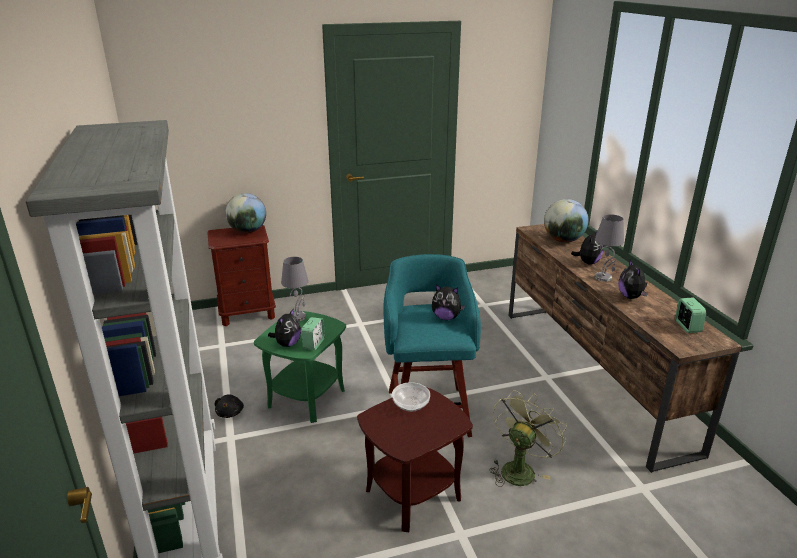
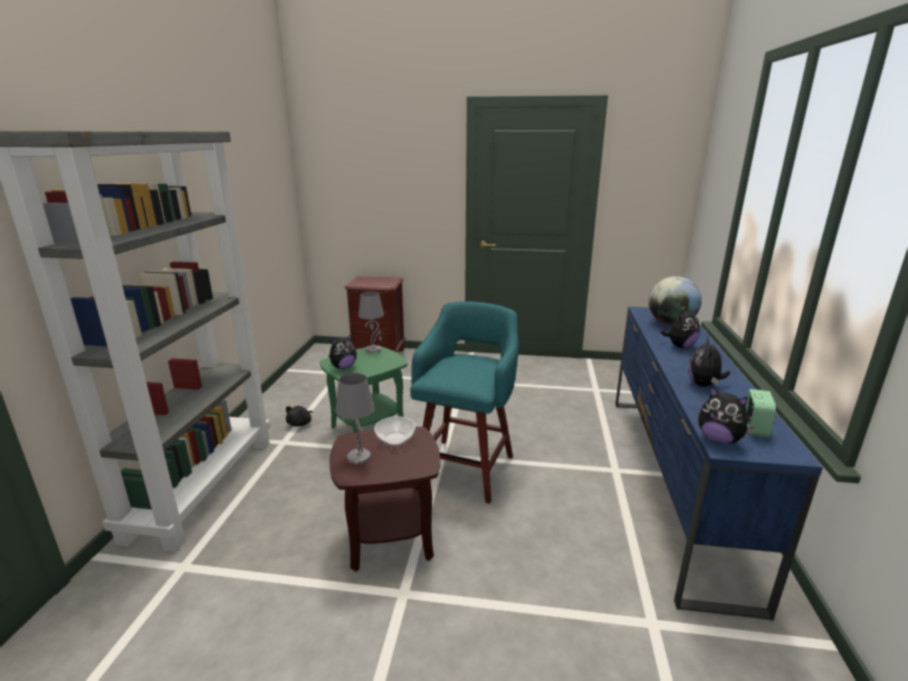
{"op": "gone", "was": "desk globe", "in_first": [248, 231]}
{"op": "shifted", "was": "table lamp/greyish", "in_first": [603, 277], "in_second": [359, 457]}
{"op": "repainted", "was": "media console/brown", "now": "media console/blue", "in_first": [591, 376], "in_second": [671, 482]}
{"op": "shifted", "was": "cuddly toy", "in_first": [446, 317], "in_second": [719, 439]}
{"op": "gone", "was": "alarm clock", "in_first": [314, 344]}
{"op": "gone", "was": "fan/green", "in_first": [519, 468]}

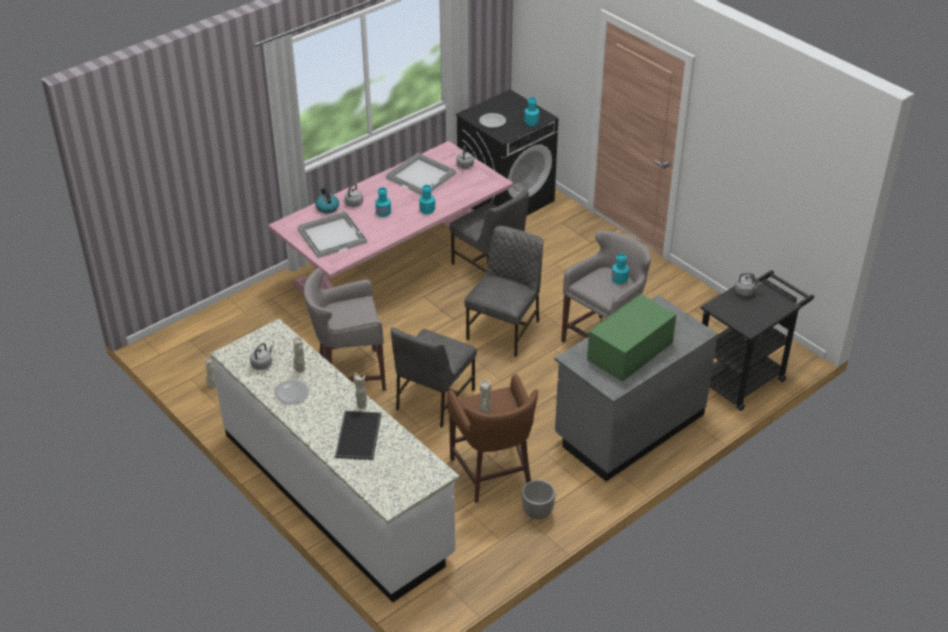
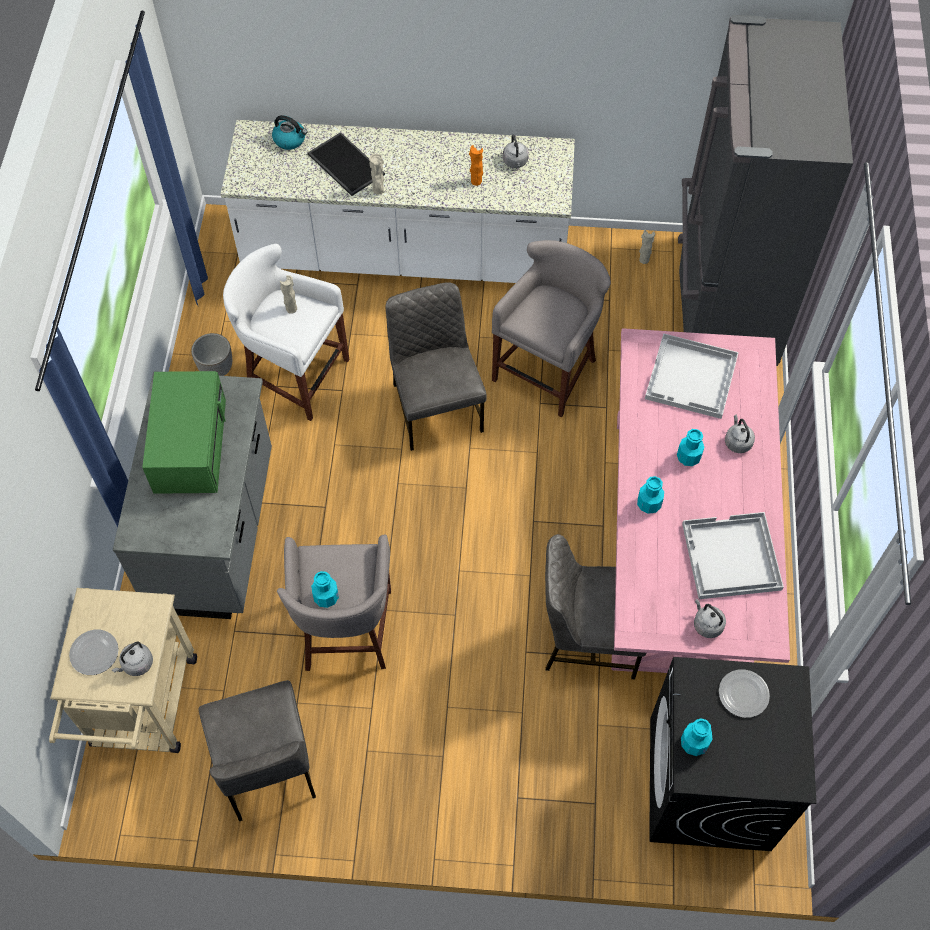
{"op": "shifted", "was": "kettle", "in_first": [327, 207], "in_second": [290, 140]}
{"op": "shifted", "was": "chair/greyish", "in_first": [505, 330], "in_second": [266, 767]}
{"op": "repainted", "was": "trolley/black", "now": "trolley/sand-coloured", "in_first": [744, 376], "in_second": [142, 712]}
{"op": "repainted", "was": "vase/sand-coloured", "now": "vase/orange", "in_first": [299, 370], "in_second": [476, 181]}
{"op": "repainted", "was": "sitting stool/brown", "now": "sitting stool/white-coloured", "in_first": [493, 474], "in_second": [294, 374]}
{"op": "shifted", "was": "dinner plate", "in_first": [291, 393], "in_second": [94, 652]}
{"op": "new", "now": "kitchen fridge/greyish", "in_second": [722, 301]}

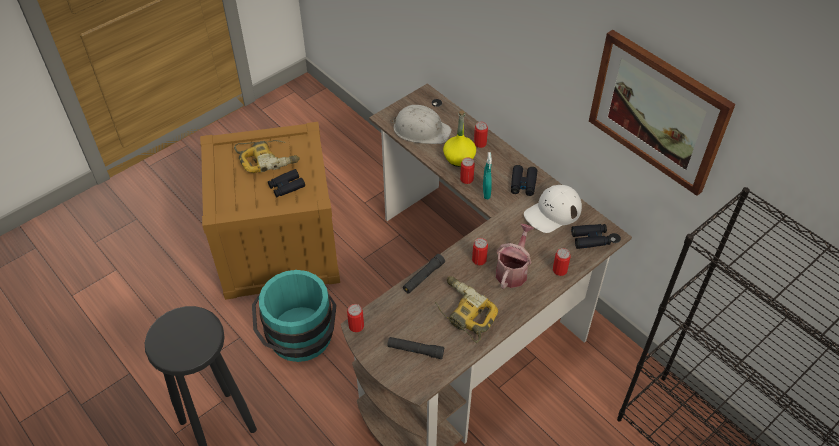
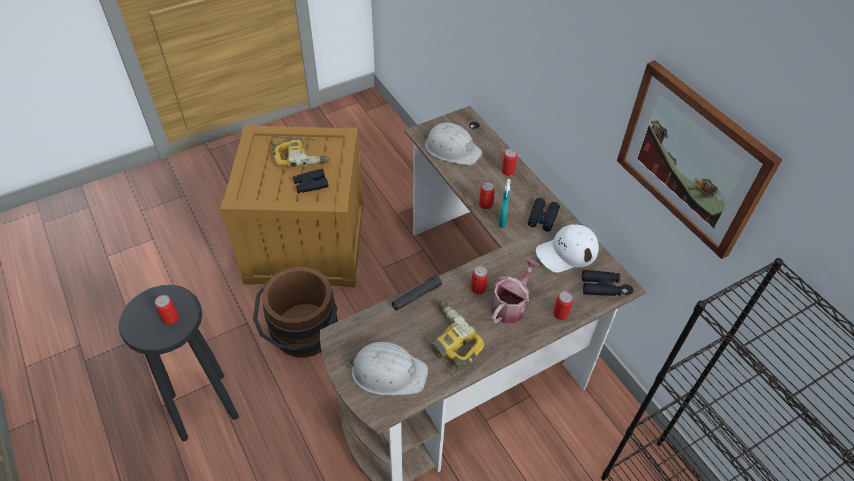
{"op": "gone", "was": "drink bottle/yellow", "in_first": [459, 158]}
{"op": "repainted", "was": "pail/blue-green", "now": "pail/brown", "in_first": [300, 341], "in_second": [303, 337]}
{"op": "shifted", "was": "sealed can", "in_first": [356, 326], "in_second": [170, 318]}
{"op": "swapped", "was": "torch/black", "now": "work helmet/white-coloured", "in_first": [415, 350], "in_second": [388, 372]}

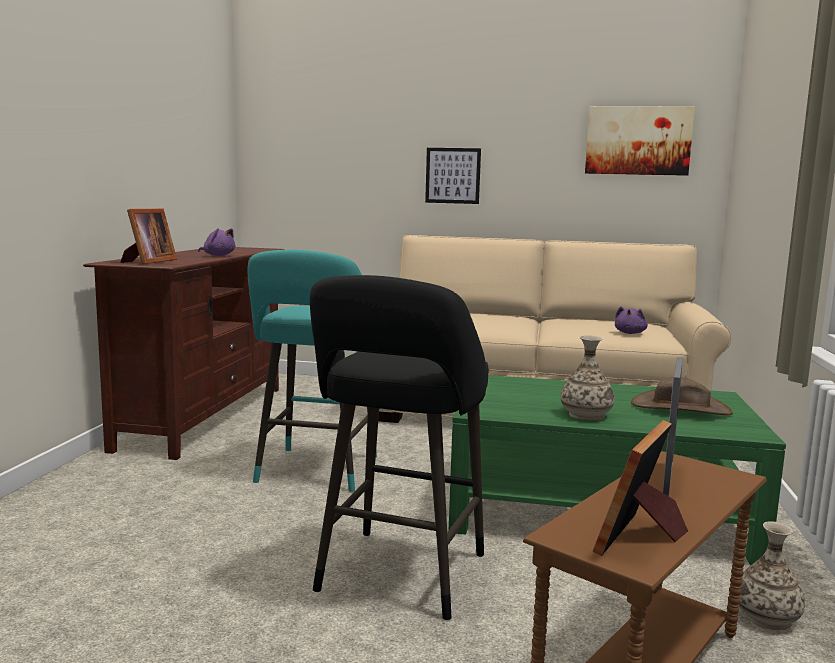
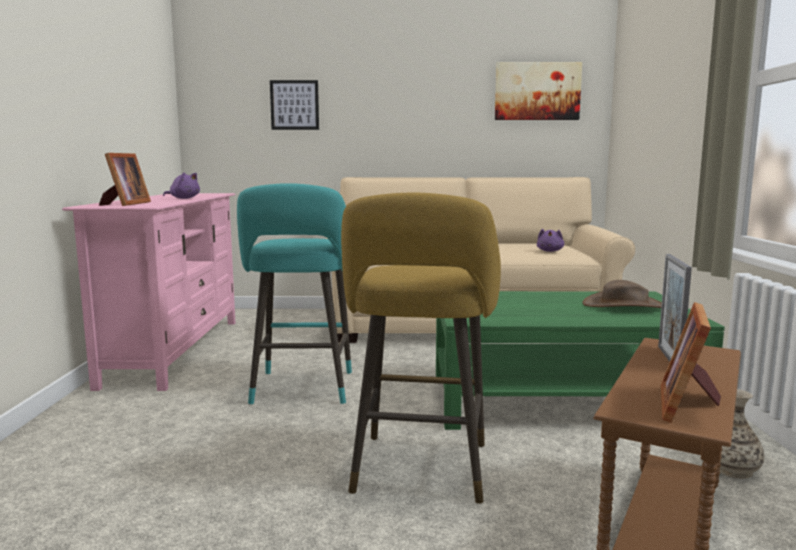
{"op": "shifted", "was": "picture", "in_first": [453, 175], "in_second": [294, 105]}
{"op": "repainted", "was": "media console/brown", "now": "media console/pinkish", "in_first": [203, 416], "in_second": [174, 351]}
{"op": "repainted", "was": "sitting stool/black", "now": "sitting stool/yellow", "in_first": [398, 577], "in_second": [420, 472]}
{"op": "gone", "was": "vase", "in_first": [586, 415]}

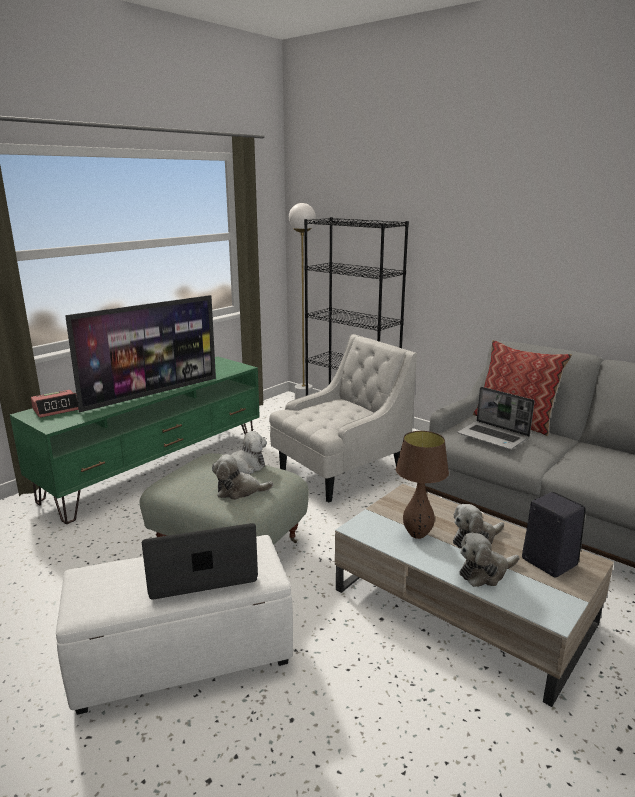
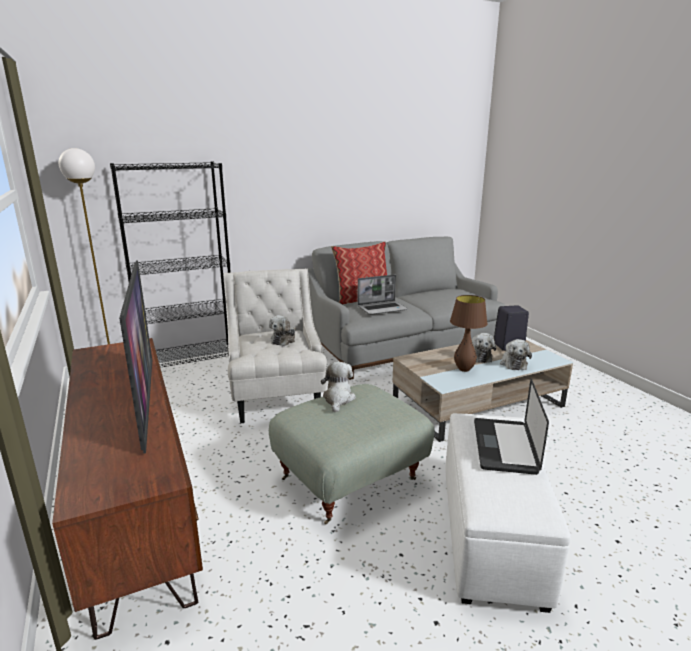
{"op": "repainted", "was": "media console/green", "now": "media console/brown", "in_first": [157, 468], "in_second": [136, 501]}
{"op": "gone", "was": "alarm clock", "in_first": [56, 409]}
{"op": "shifted", "was": "cuddly toy", "in_first": [239, 491], "in_second": [284, 339]}

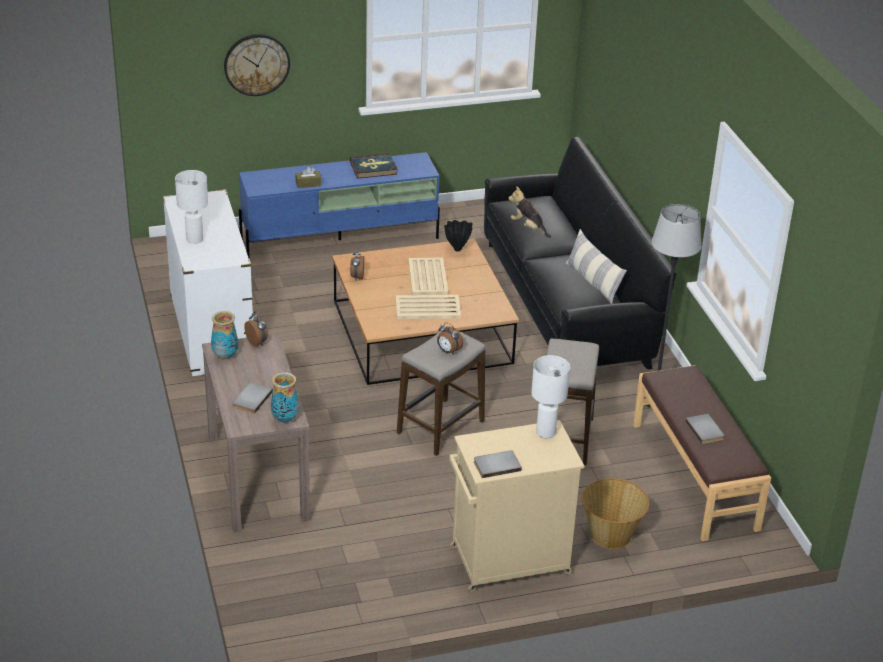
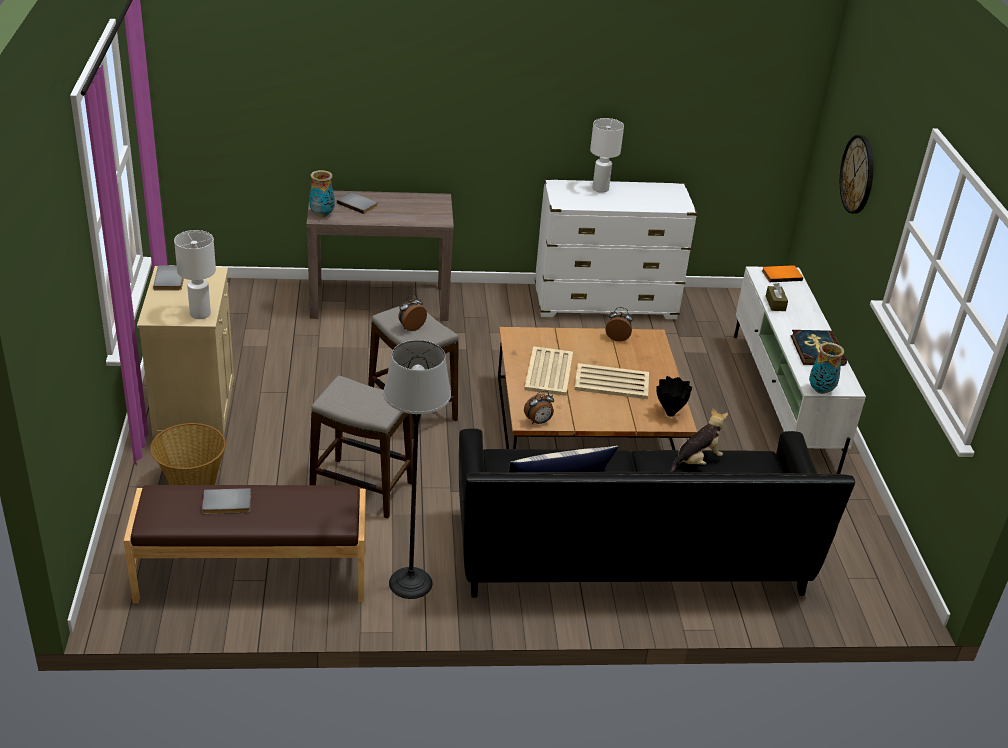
{"op": "repainted", "was": "media console/blue", "now": "media console/white-coloured", "in_first": [341, 239], "in_second": [782, 401]}
{"op": "shifted", "was": "vase", "in_first": [225, 355], "in_second": [821, 390]}
{"op": "shifted", "was": "alarm clock", "in_first": [257, 342], "in_second": [538, 422]}
{"op": "new", "now": "volume/orange", "in_second": [781, 275]}

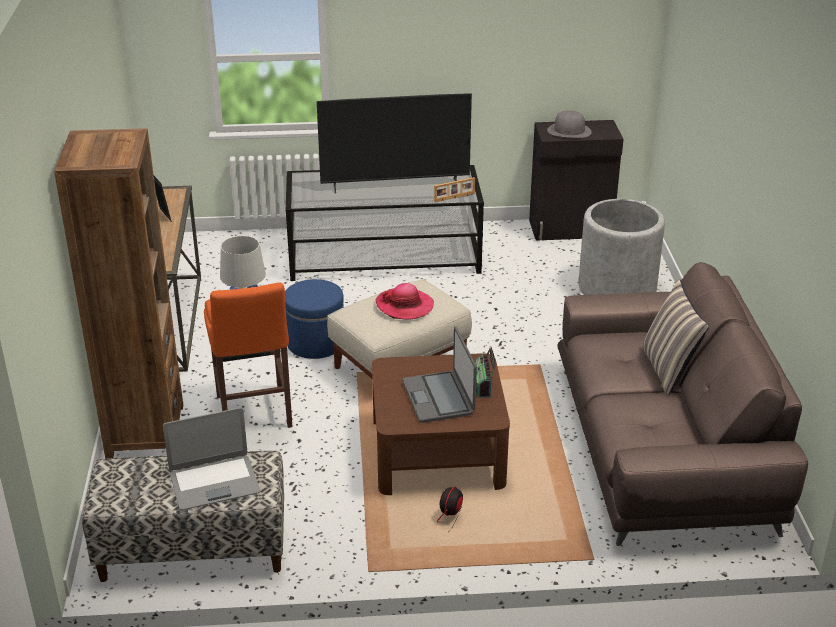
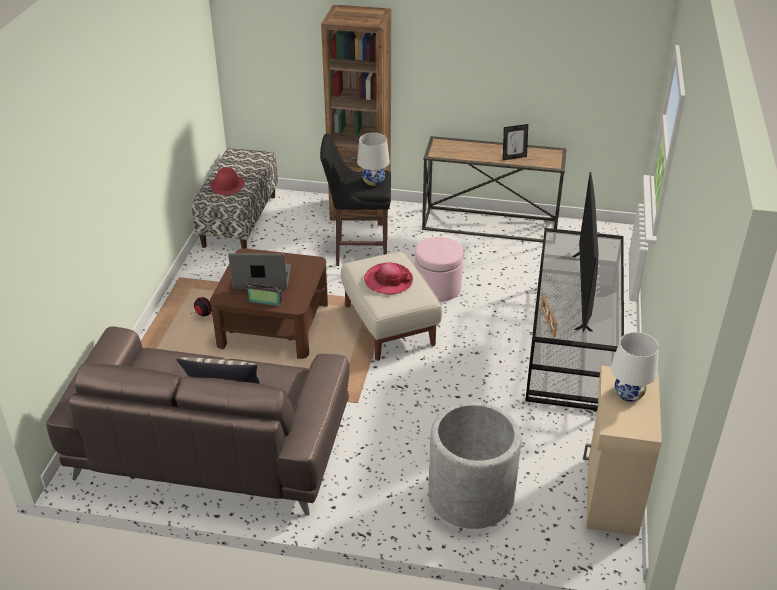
{"op": "swapped", "was": "clothing hat/greyish", "now": "table lamp/white-coloured", "in_first": [569, 131], "in_second": [629, 394]}
{"op": "repainted", "was": "storage cabinet/black", "now": "storage cabinet/sand-coloured", "in_first": [571, 229], "in_second": [610, 495]}
{"op": "repainted", "was": "ottoman/blue", "now": "ottoman/pinkish", "in_first": [315, 343], "in_second": [437, 288]}
{"op": "repainted", "was": "sitting stool/orange", "now": "sitting stool/black", "in_first": [254, 414], "in_second": [358, 252]}
{"op": "swapped", "was": "laptop", "now": "clothing hat/reddish", "in_first": [214, 483], "in_second": [227, 185]}

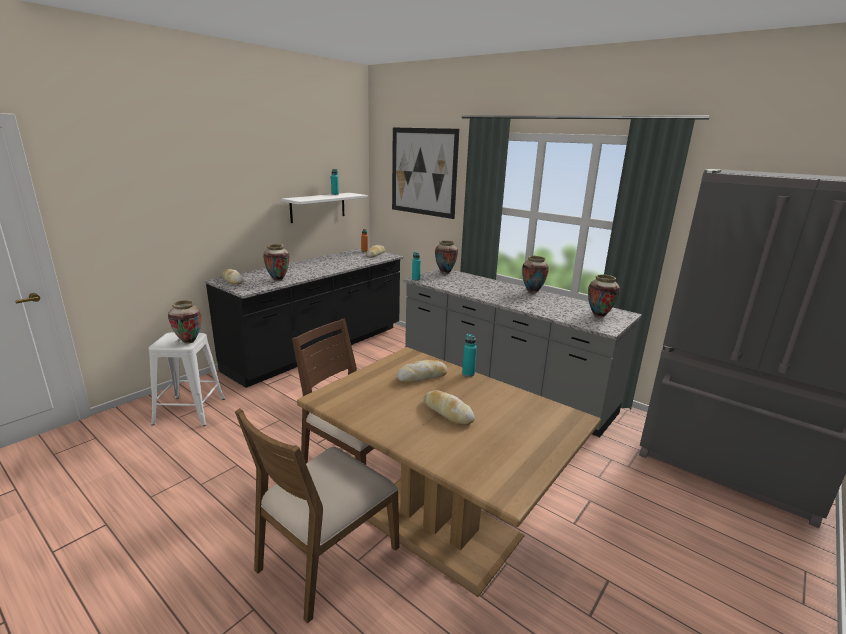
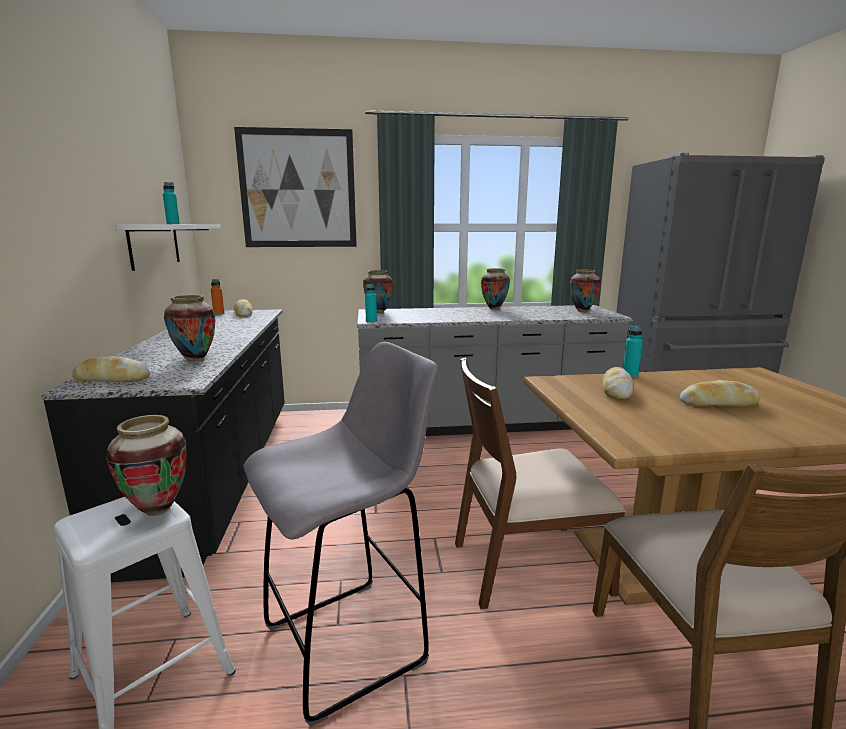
{"op": "new", "now": "sitting stool/greyish", "in_second": [350, 642]}

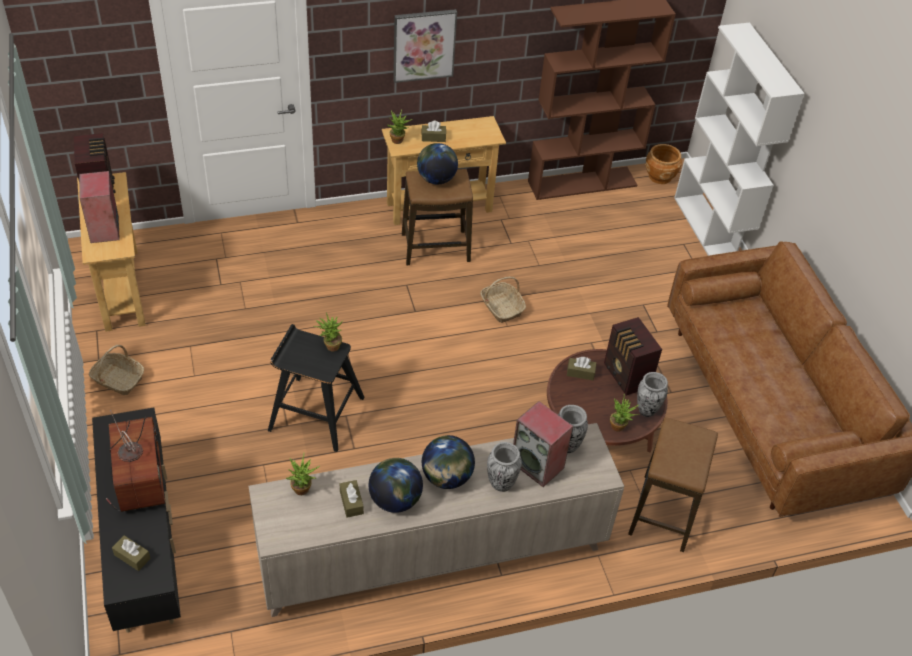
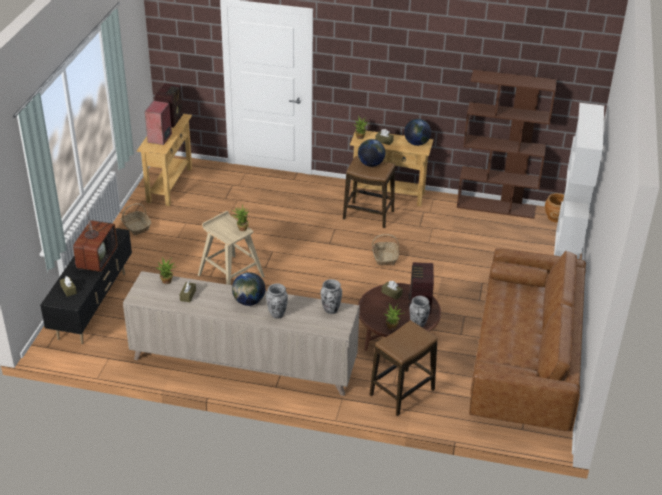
{"op": "gone", "was": "picture", "in_first": [424, 45]}
{"op": "repainted", "was": "sitting stool/black", "now": "sitting stool/sand-coloured", "in_first": [315, 413], "in_second": [230, 275]}
{"op": "gone", "was": "loudspeaker", "in_first": [538, 465]}
{"op": "shifted", "was": "desk globe", "in_first": [395, 500], "in_second": [416, 143]}

